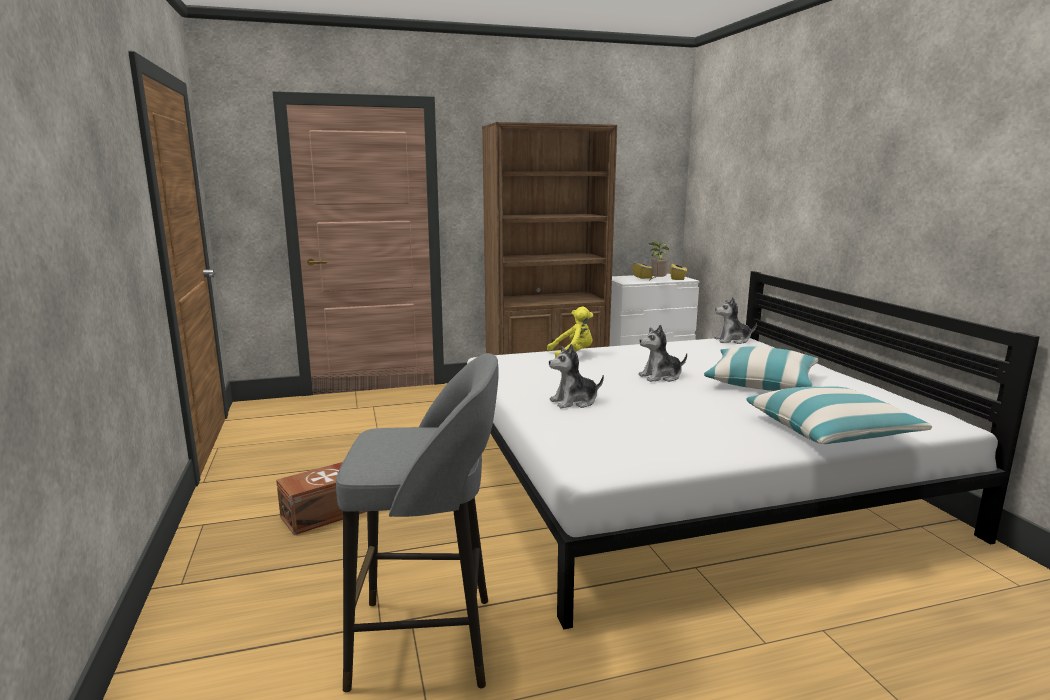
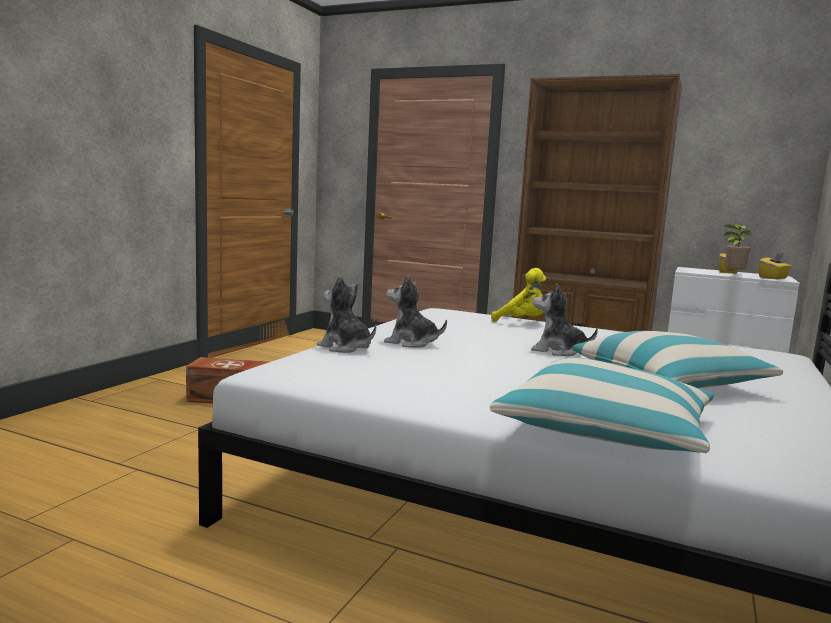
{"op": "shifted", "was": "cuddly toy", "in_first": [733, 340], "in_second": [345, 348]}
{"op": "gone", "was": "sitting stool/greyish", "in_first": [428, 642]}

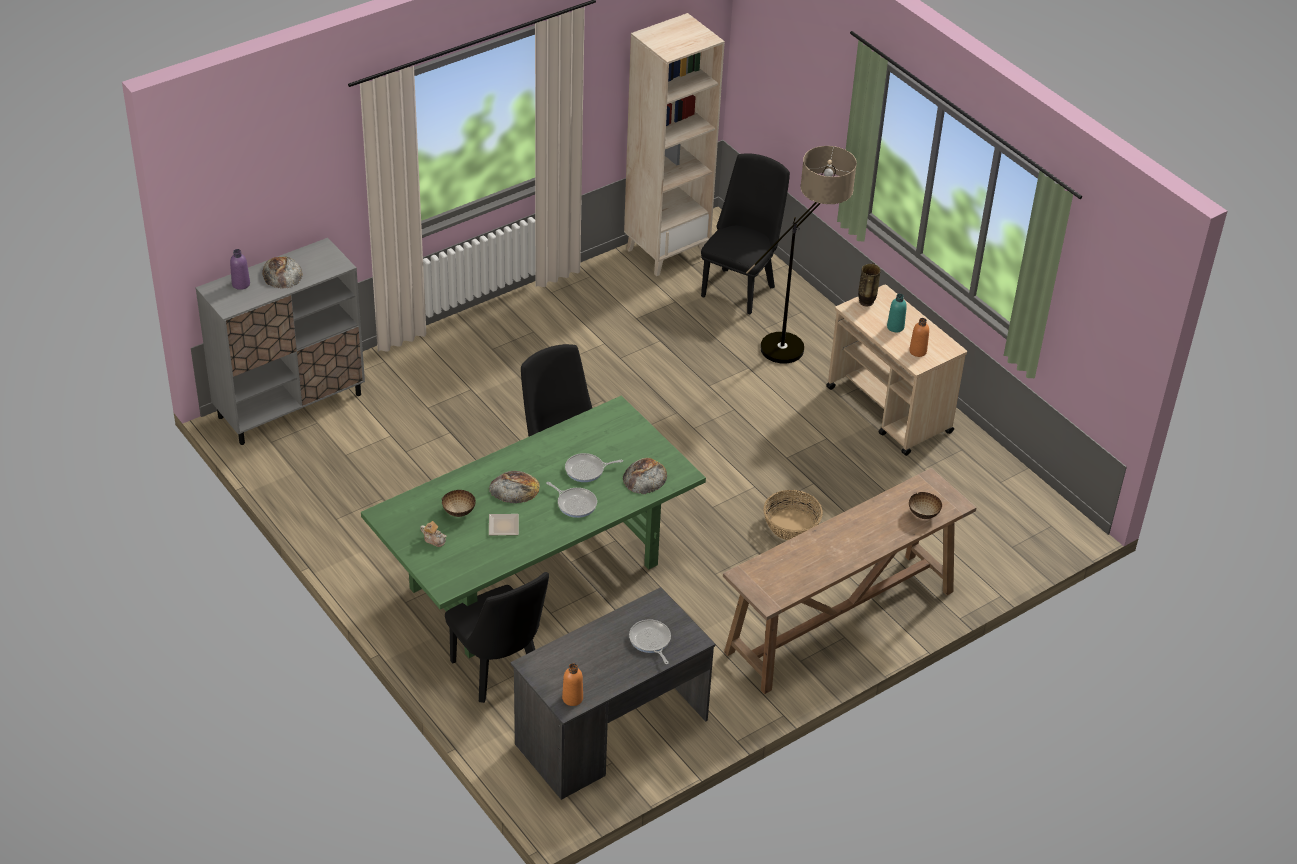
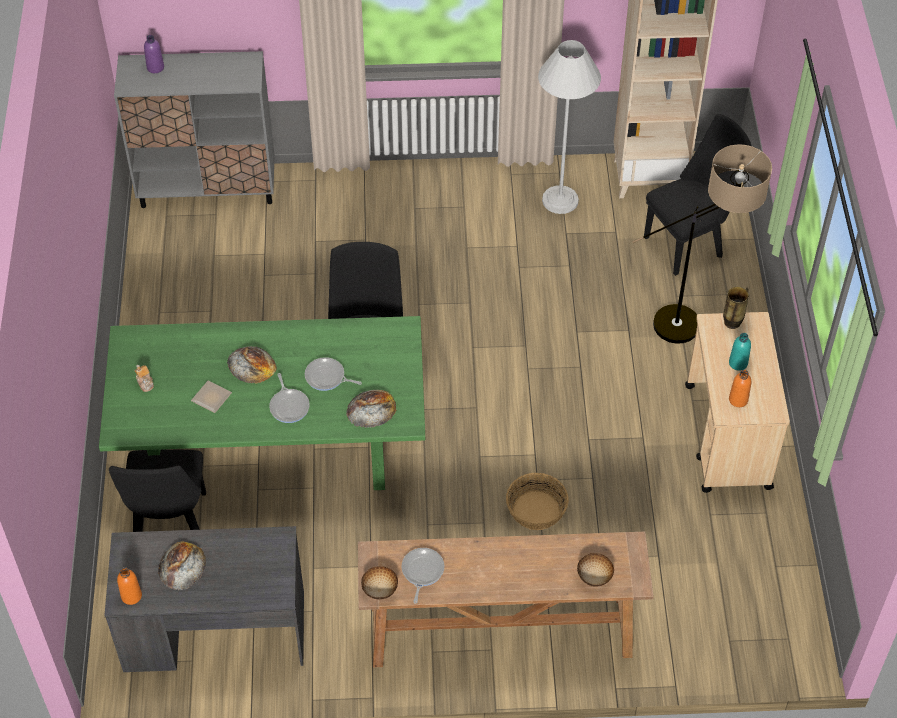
{"op": "shifted", "was": "bakery bread", "in_first": [282, 273], "in_second": [182, 565]}
{"op": "shifted", "was": "deep dish", "in_first": [459, 511], "in_second": [380, 590]}
{"op": "shifted", "was": "pan", "in_first": [650, 641], "in_second": [422, 571]}
{"op": "new", "now": "floor lamp/white-coloured", "in_second": [560, 200]}

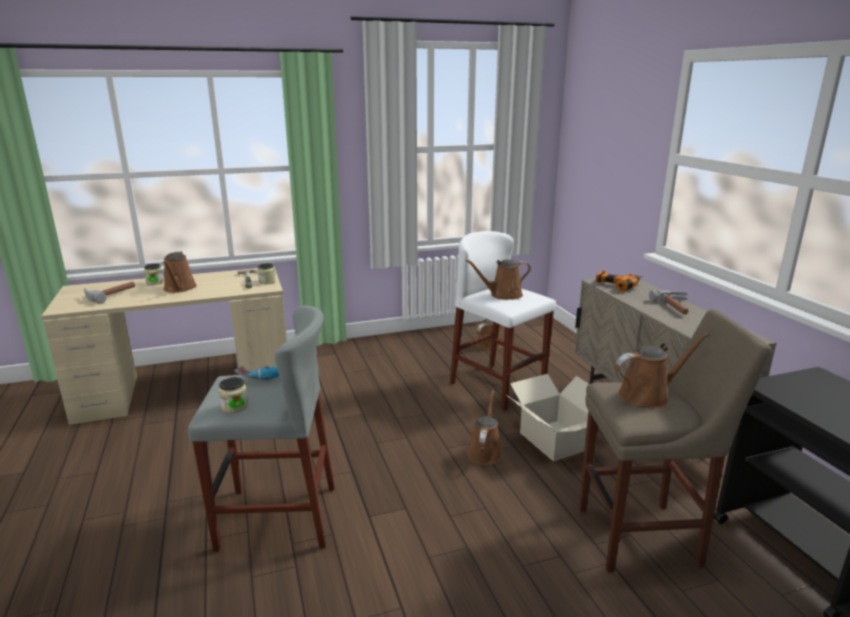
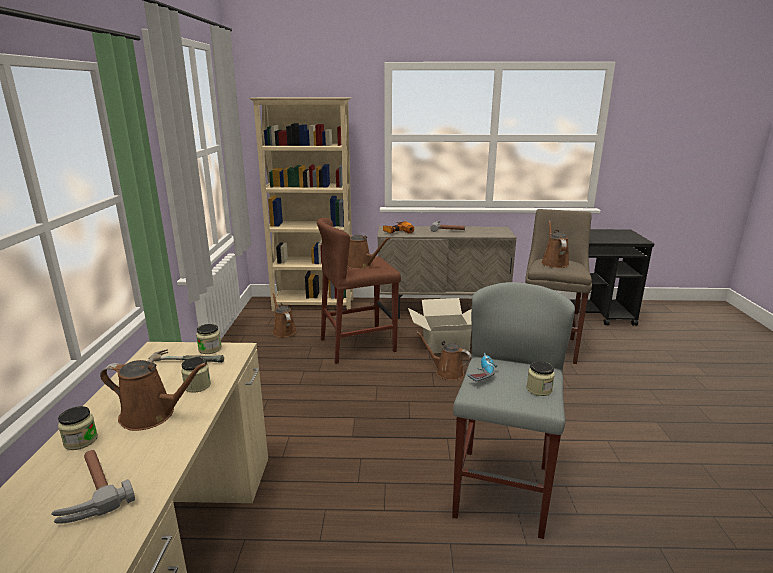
{"op": "repainted", "was": "sitting stool/white-coloured", "now": "sitting stool/brown", "in_first": [497, 386], "in_second": [358, 345]}
{"op": "rotated", "was": "watering pot/brown", "in_first": [503, 295], "in_second": [361, 265], "clockwise": -60}
{"op": "new", "now": "bookshelf/sand-coloured", "in_second": [314, 305]}
{"op": "new", "now": "preserve jar", "in_second": [197, 386]}

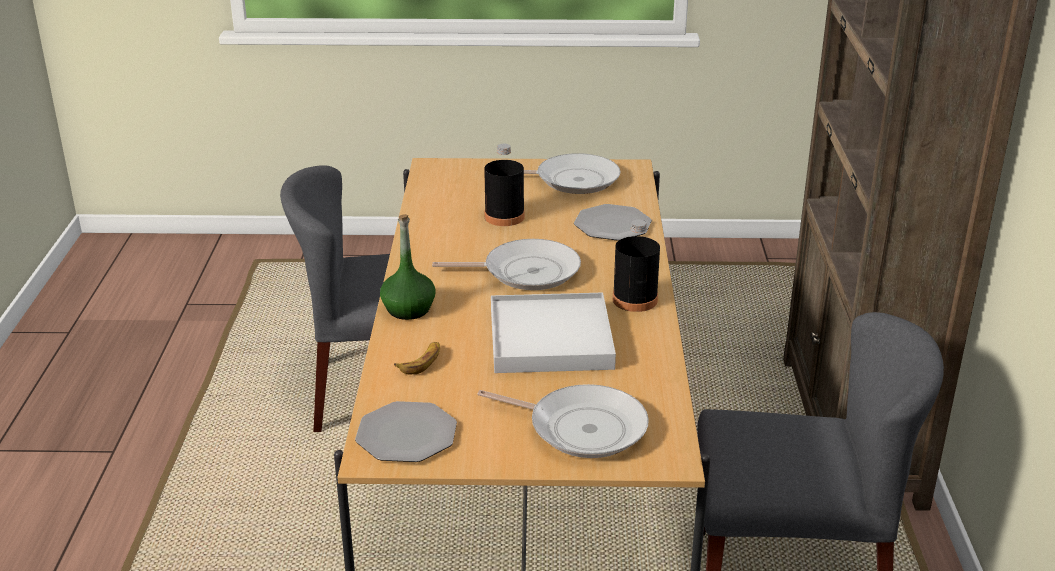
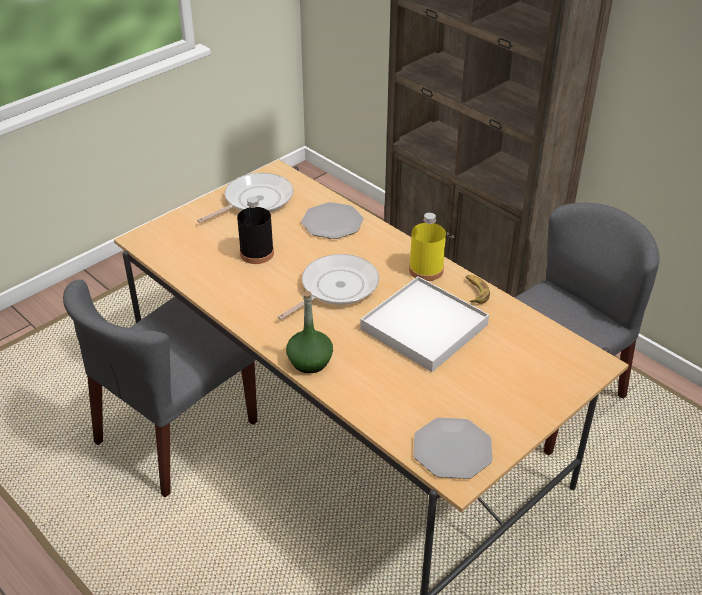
{"op": "repainted", "was": "drink bottle/black", "now": "drink bottle/yellow", "in_first": [635, 300], "in_second": [426, 270]}
{"op": "shifted", "was": "banana", "in_first": [421, 362], "in_second": [475, 292]}
{"op": "gone", "was": "pan", "in_first": [581, 427]}

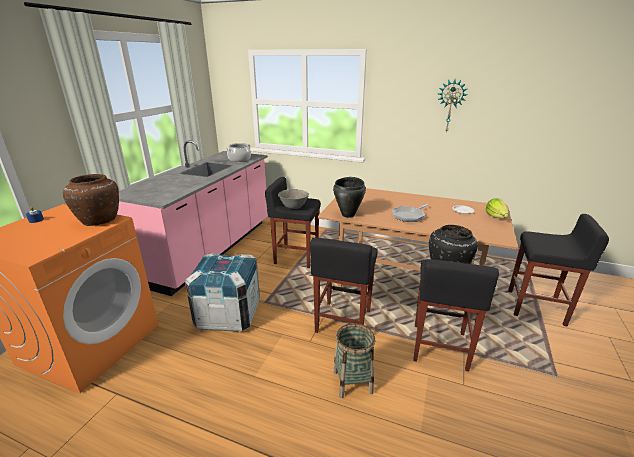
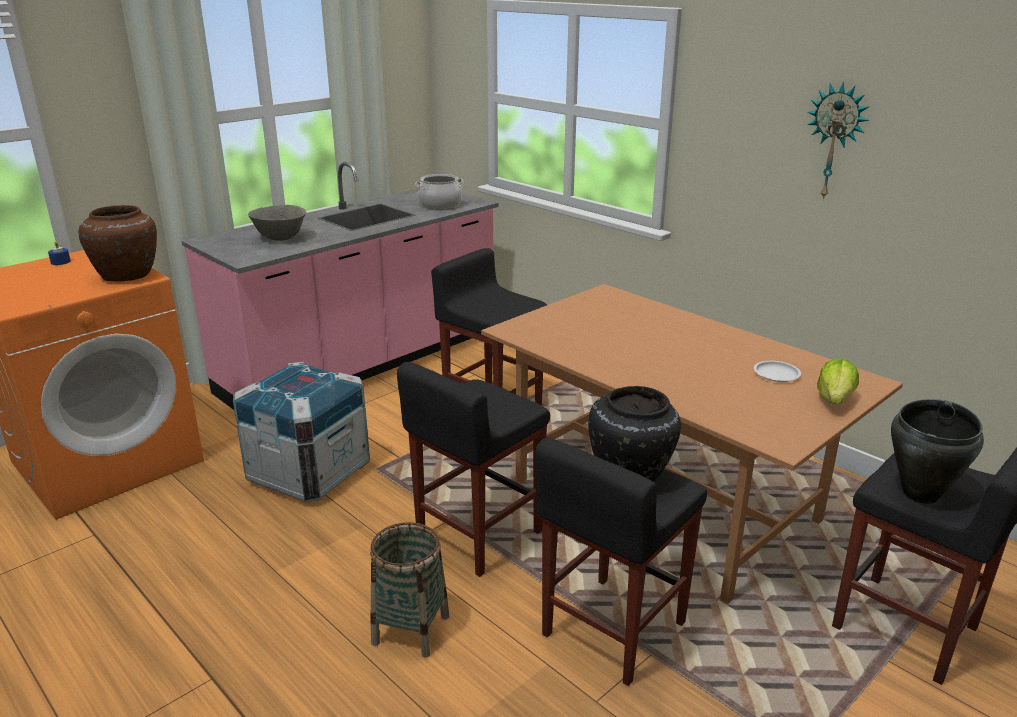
{"op": "shifted", "was": "saucepot/black", "in_first": [348, 215], "in_second": [921, 494]}
{"op": "shifted", "was": "deep dish/greyish", "in_first": [293, 207], "in_second": [280, 238]}
{"op": "gone", "was": "pan", "in_first": [409, 216]}

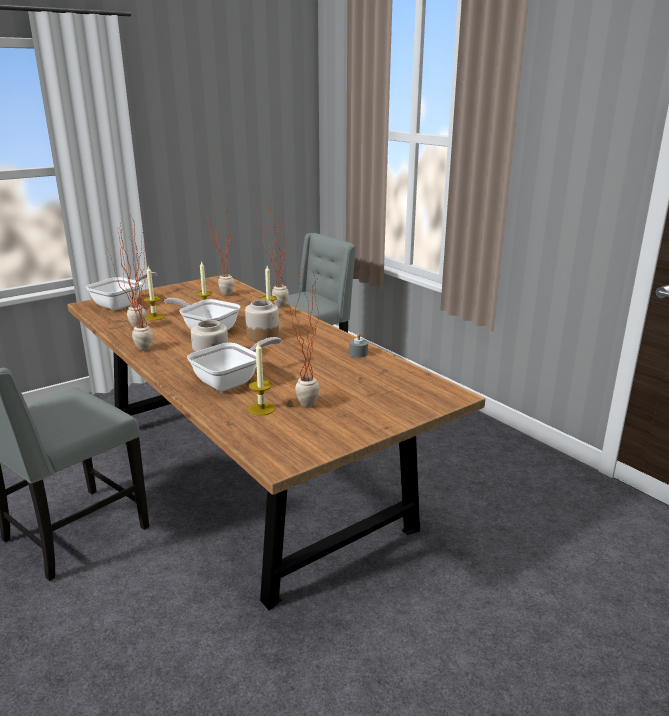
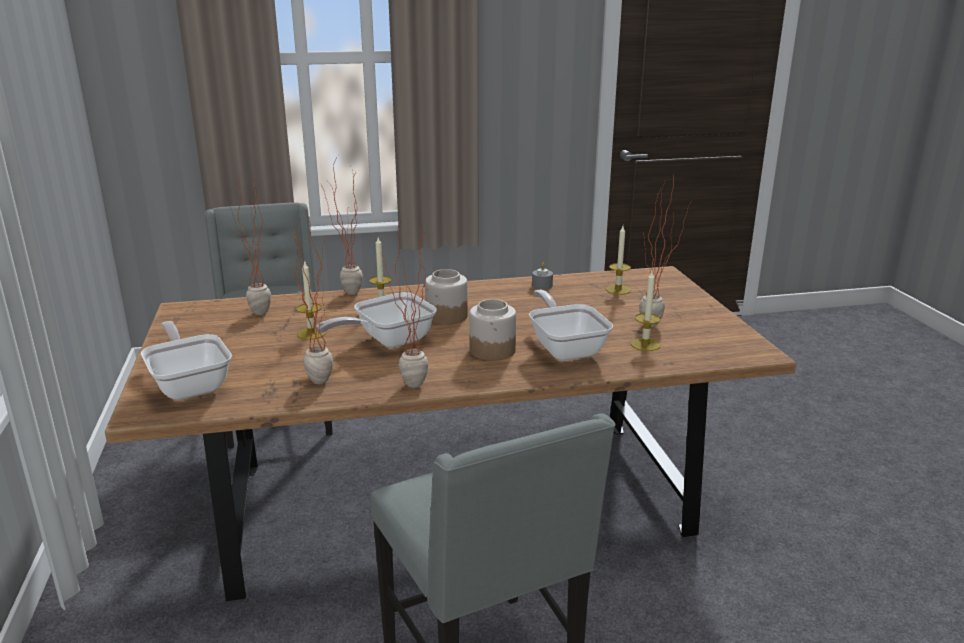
{"op": "shifted", "was": "wax light", "in_first": [154, 317], "in_second": [618, 290]}

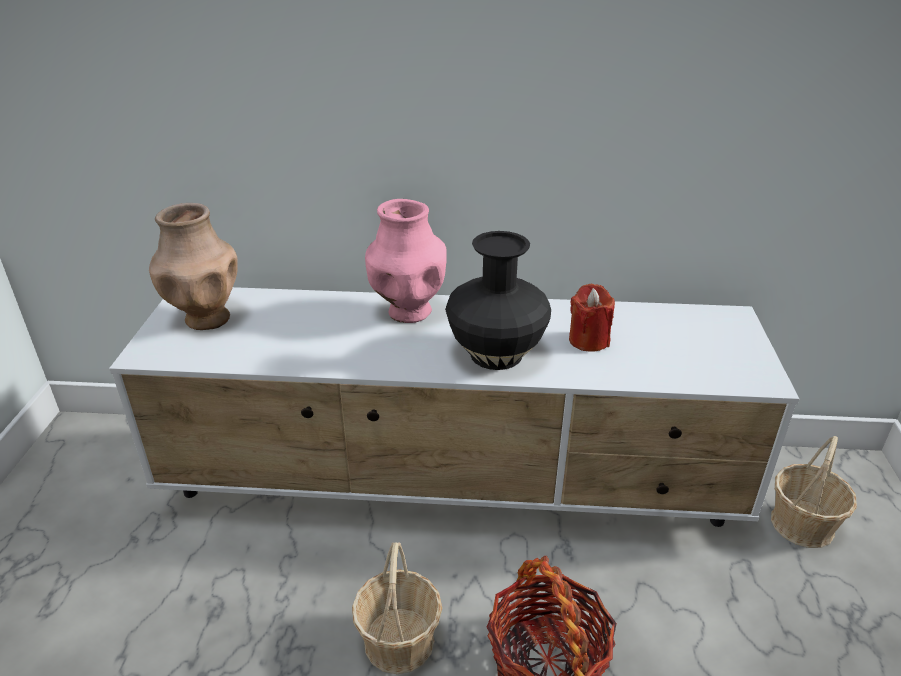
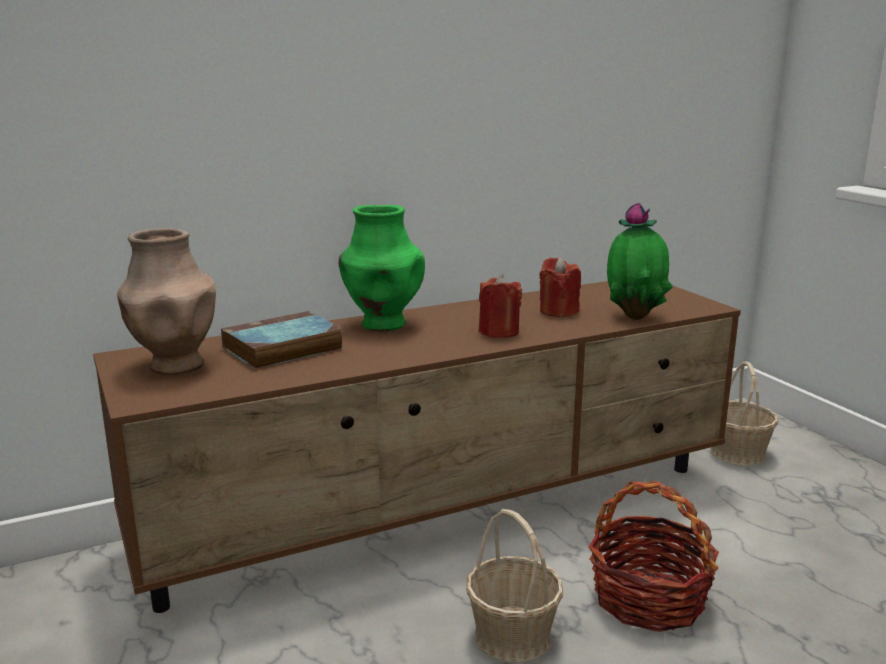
{"op": "repainted", "was": "vase/pinkish", "now": "vase/green", "in_first": [408, 312], "in_second": [382, 325]}
{"op": "swapped", "was": "vase/black", "now": "wax light/reddish", "in_first": [497, 355], "in_second": [498, 332]}
{"op": "repainted", "was": "media console/white-coloured", "now": "media console/brown", "in_first": [453, 485], "in_second": [445, 512]}
{"op": "new", "now": "potted plant", "in_second": [635, 317]}
{"op": "new", "now": "volume", "in_second": [281, 349]}

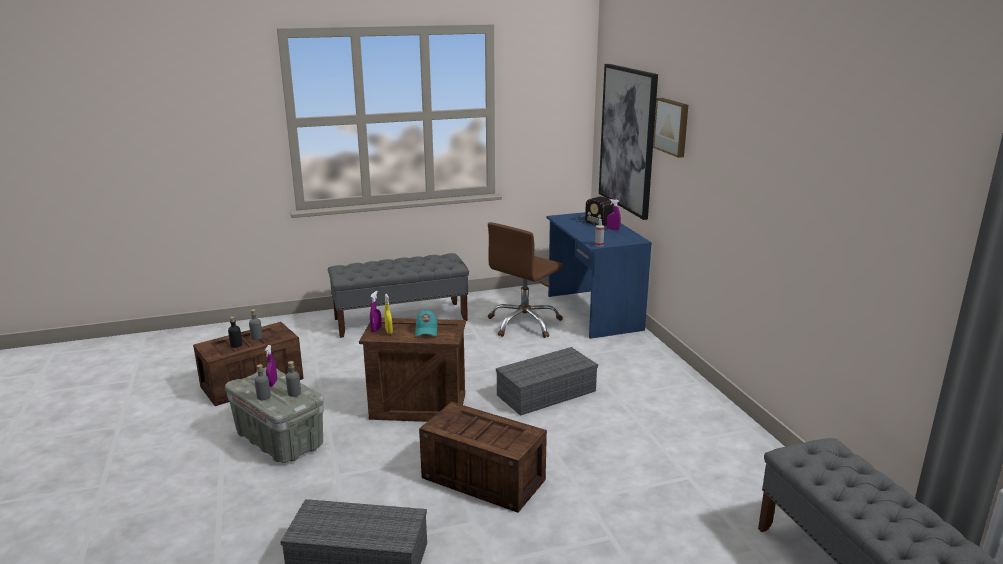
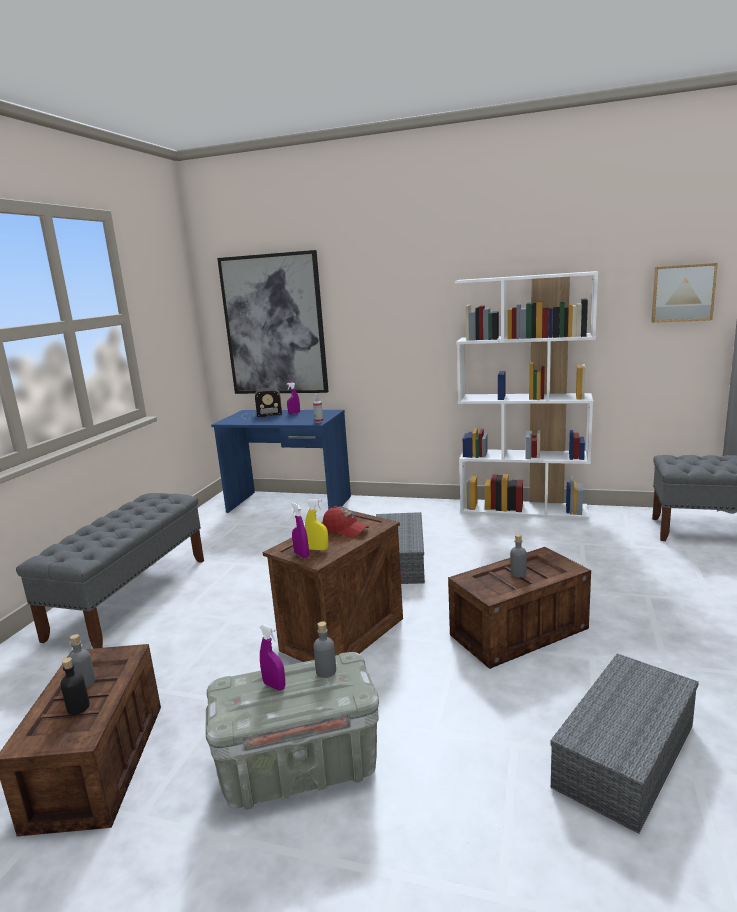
{"op": "shifted", "was": "picture", "in_first": [672, 126], "in_second": [682, 293]}
{"op": "gone", "was": "office chair/brown", "in_first": [524, 323]}
{"op": "repainted", "was": "baseball cap/blue-green", "now": "baseball cap/reddish", "in_first": [426, 331], "in_second": [345, 530]}
{"op": "shifted", "was": "drink bottle/greyish", "in_first": [263, 397], "in_second": [518, 573]}
{"op": "new", "now": "bookshelf/white-coloured", "in_second": [524, 509]}

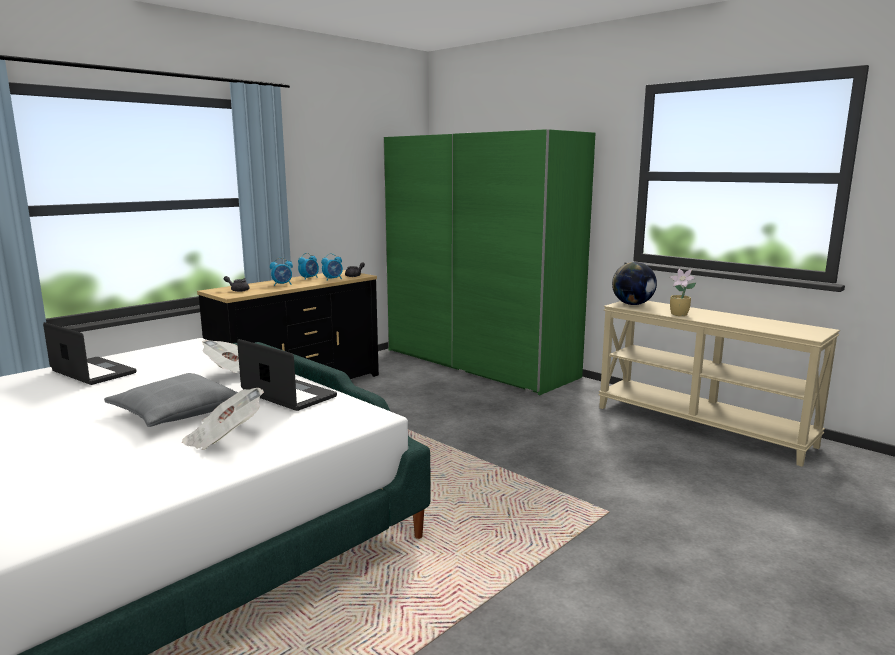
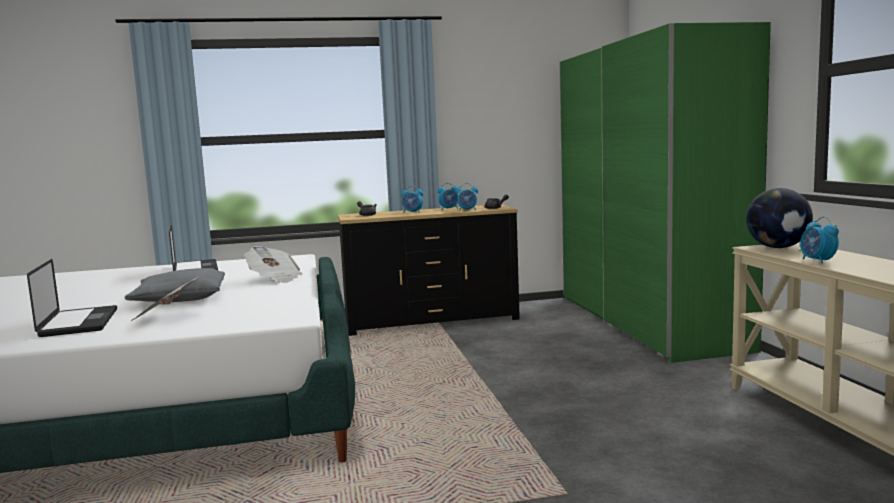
{"op": "swapped", "was": "potted plant", "now": "alarm clock", "in_first": [679, 315], "in_second": [817, 261]}
{"op": "shifted", "was": "laptop", "in_first": [289, 395], "in_second": [79, 323]}

